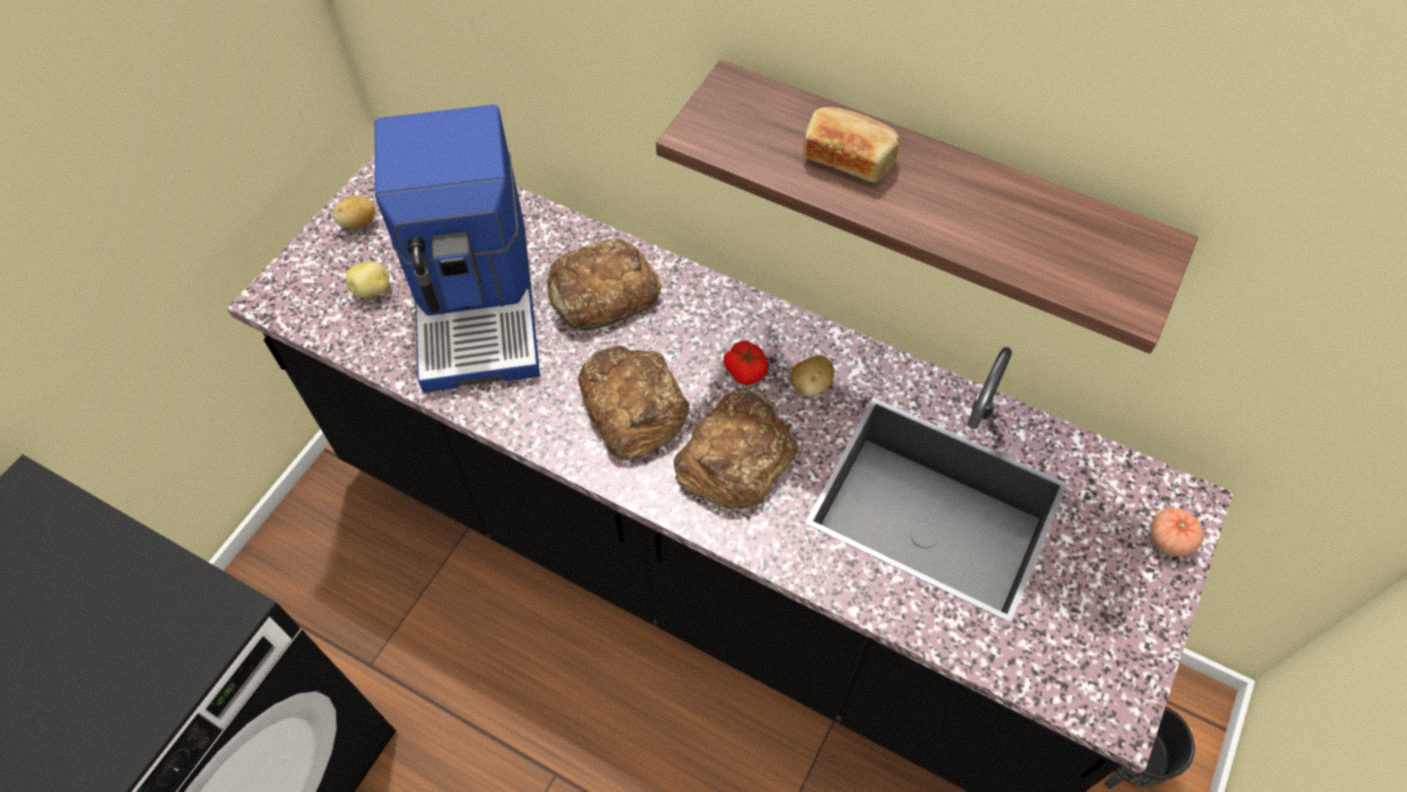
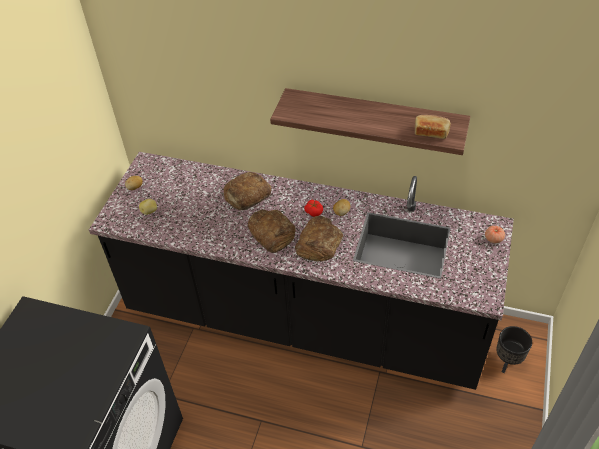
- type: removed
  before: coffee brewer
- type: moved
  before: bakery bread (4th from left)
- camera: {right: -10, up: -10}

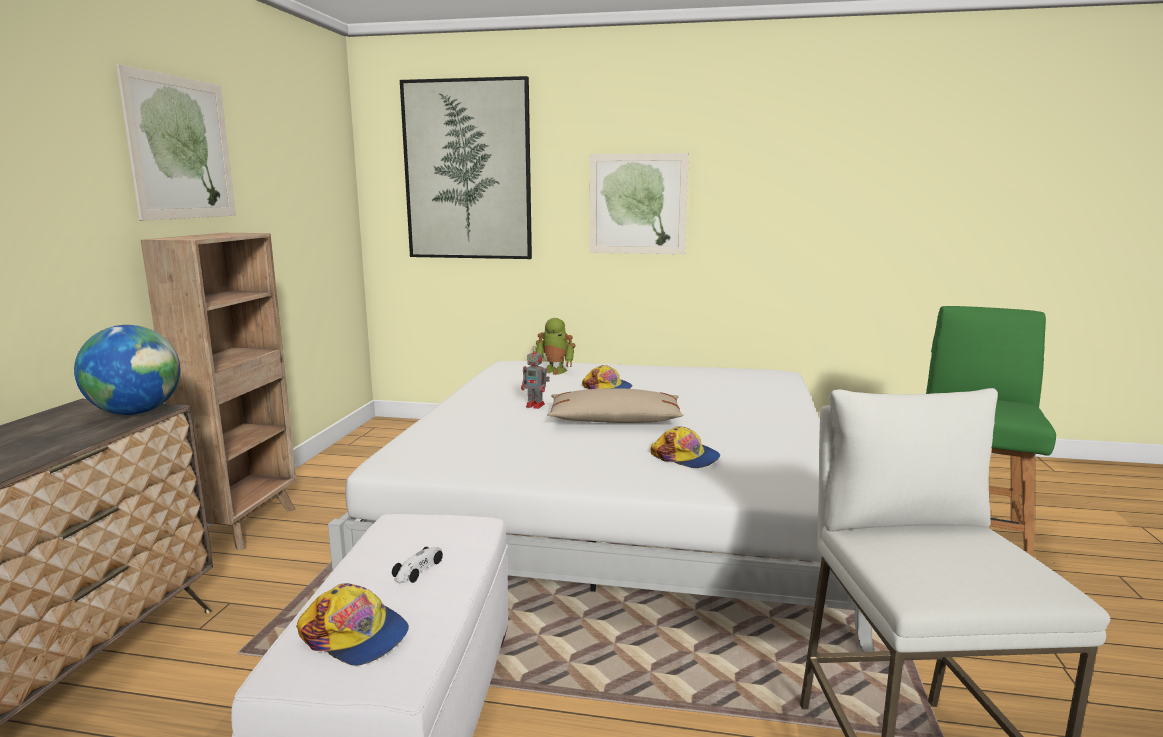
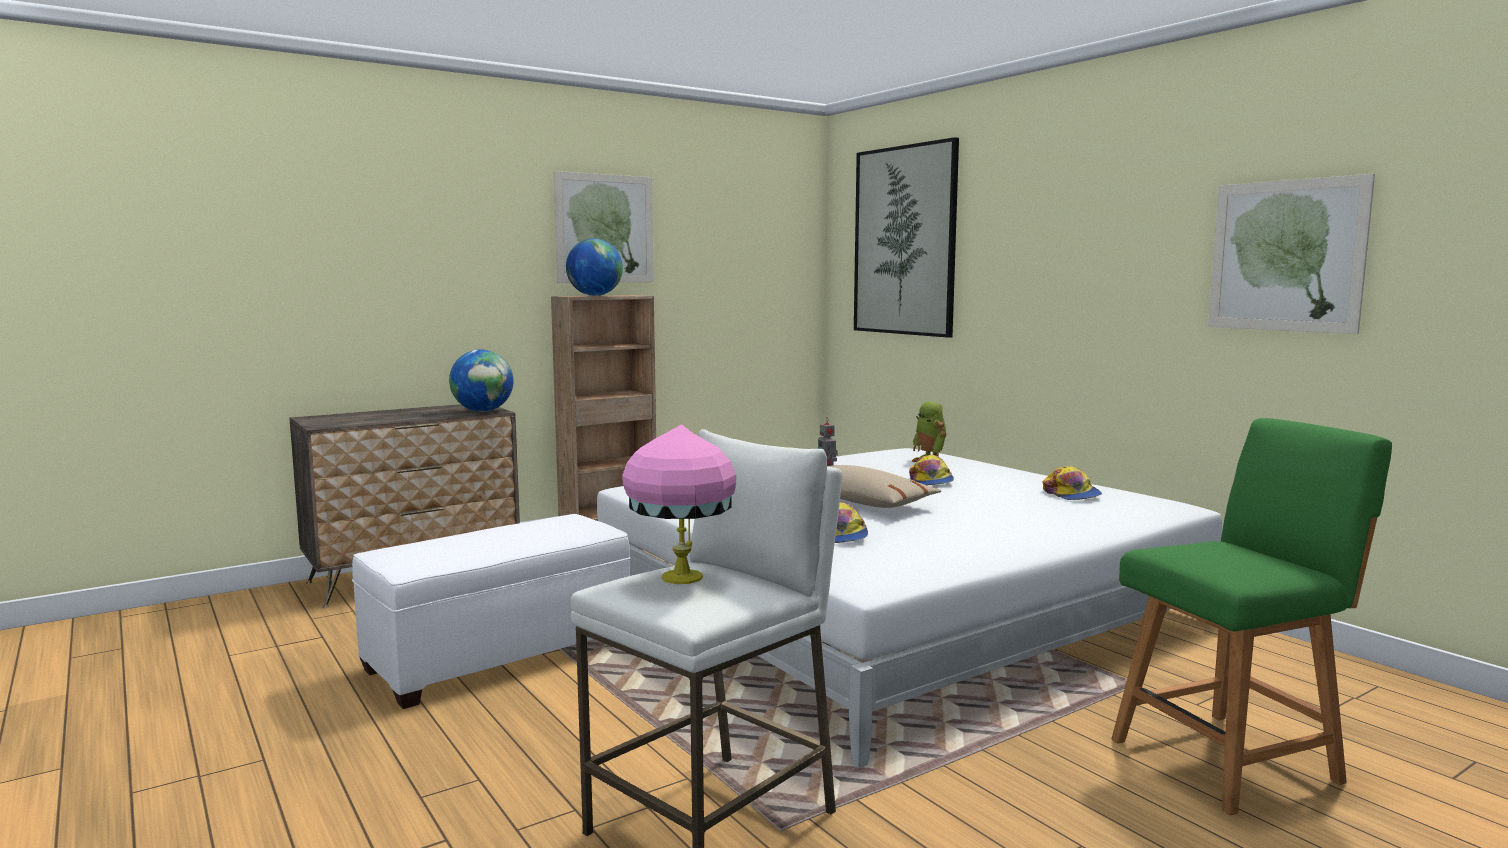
- type: moved
  before: picture (3rd from left)
- type: removed
  before: miniature car
- type: moved
  before: baseball cap (1st from left in the first image)
  after: baseball cap (3rd from left)
- type: added
  after: world globe (2nd from left)
- type: added
  after: lamp for a table in pinkish
- camera: {right: 45, up: -5}

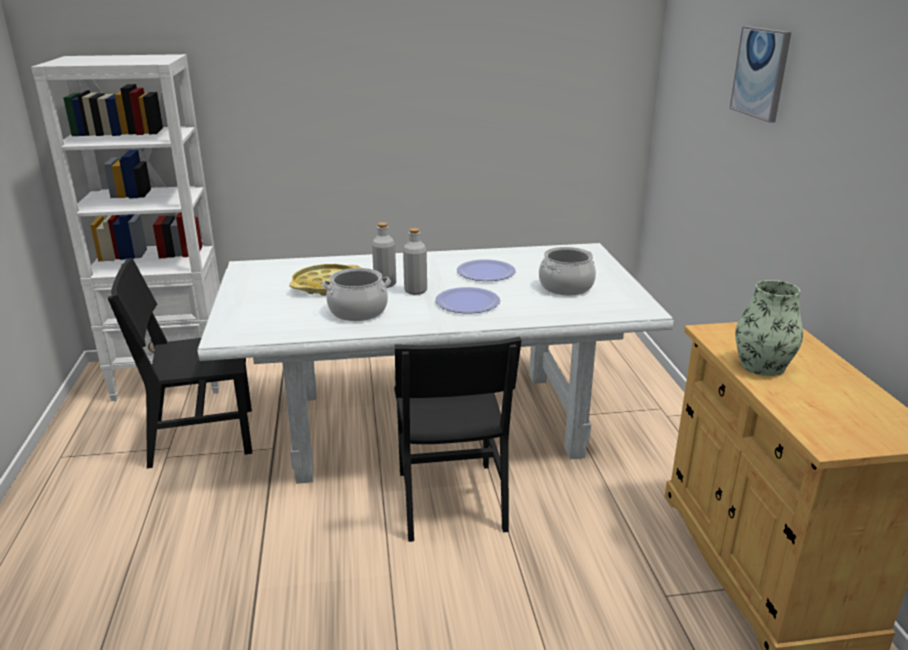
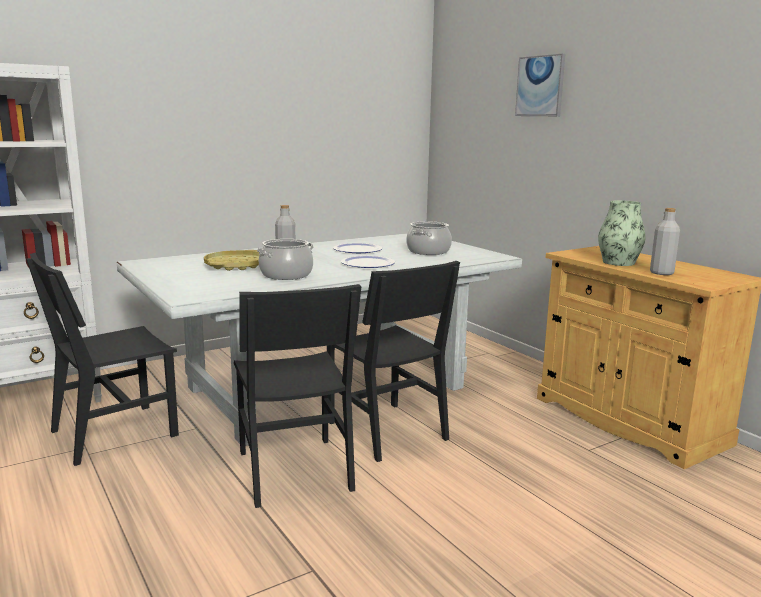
- type: moved
  before: beverage bottle in gray (2nd from left)
- type: added
  after: plain chair in black (2nd from left)
- camera: {right: -25, up: -10}

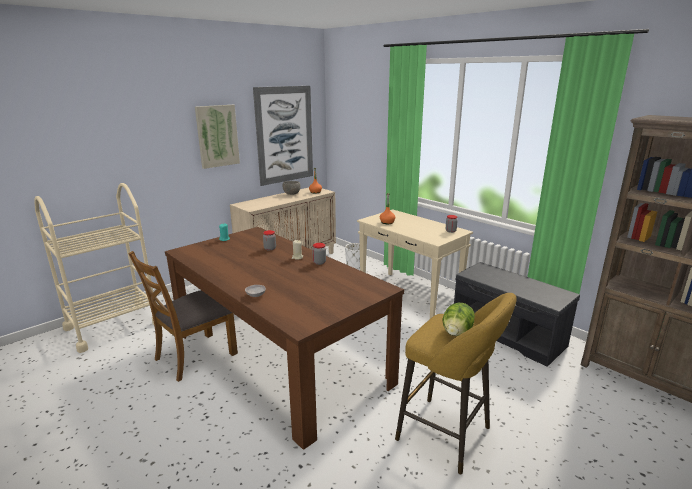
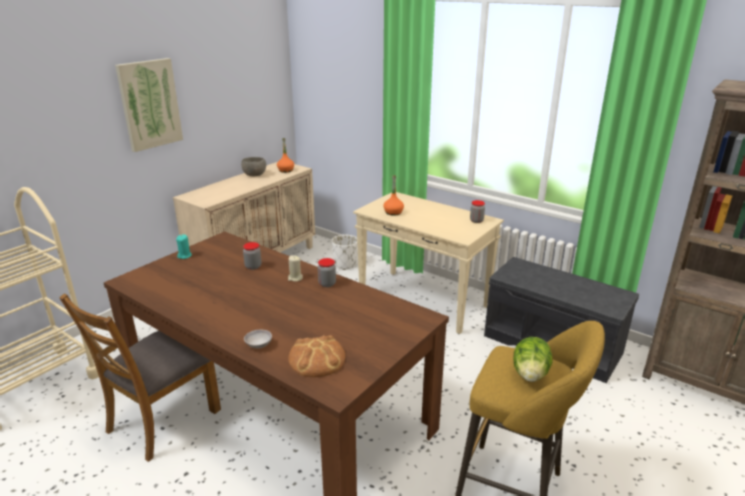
- type: removed
  before: picture (2nd from left)
- type: added
  after: bakery bread
- camera: {right: -10, up: 5}

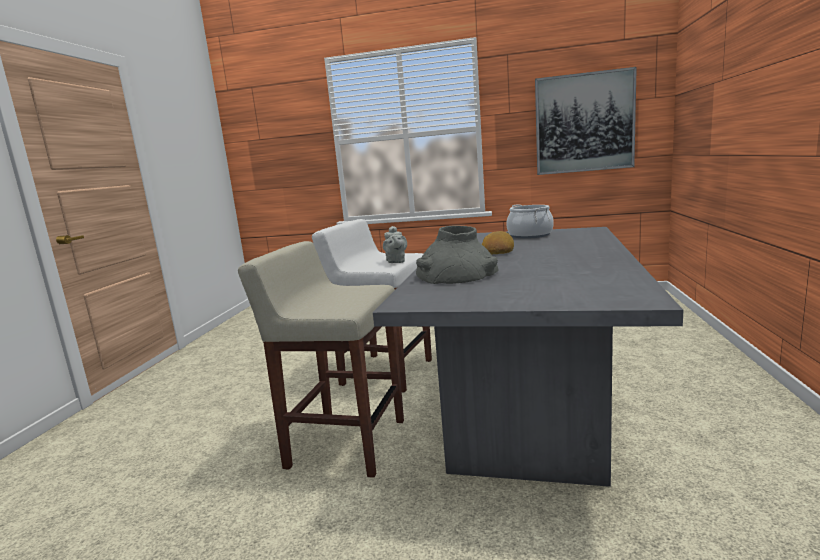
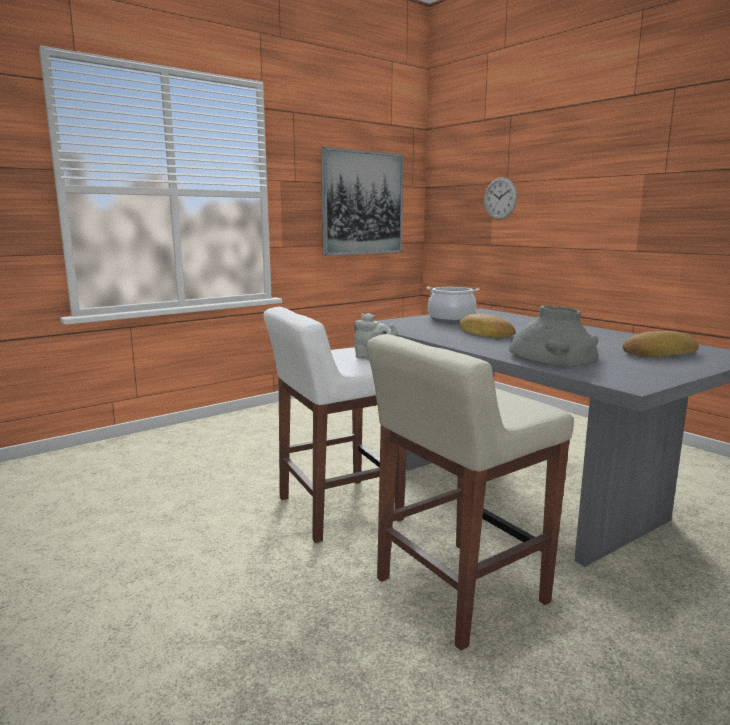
- type: added
  after: wall clock
- type: added
  after: bakery bread (2nd from left)
- camera: {right: -50, up: 0}

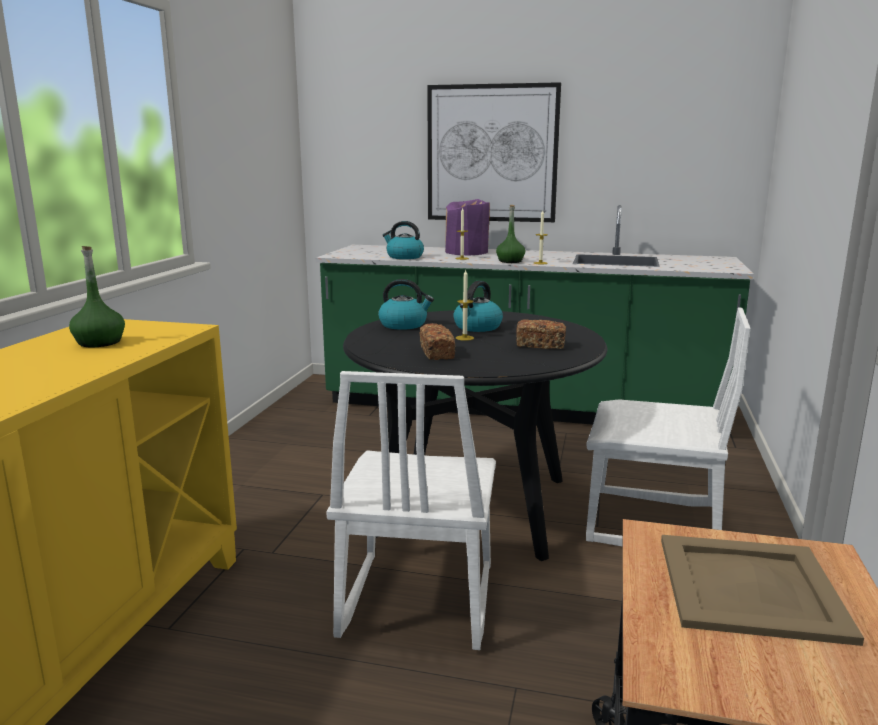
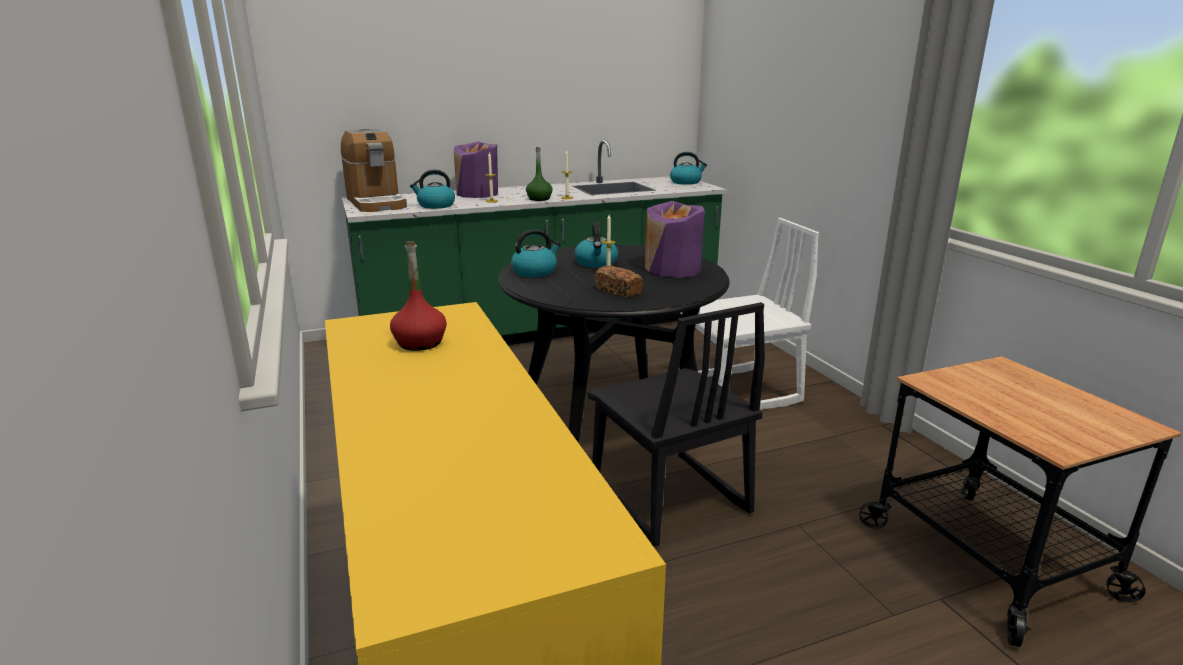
- type: removed
  before: picture
- type: recoloured
  before: beverage bottle in greenish (1st from left)
  after: beverage bottle in red
- type: replaced
  before: bakery bread (2nd from left)
  after: decorative vase in purple-coloured (2nd from left)
- type: recoloured
  before: plain chair in white (1st from left)
  after: plain chair in black
- type: removed
  before: carrying tray in beige
- type: added
  after: coffee brewer
- type: added
  after: tea kettle (4th from left)
- camera: {right: -35, up: 5}

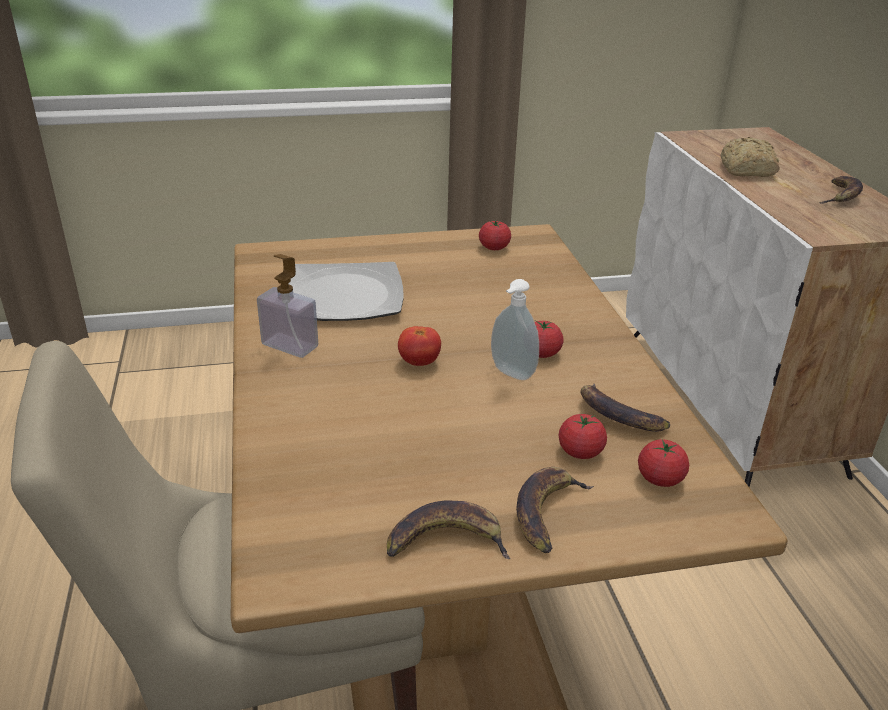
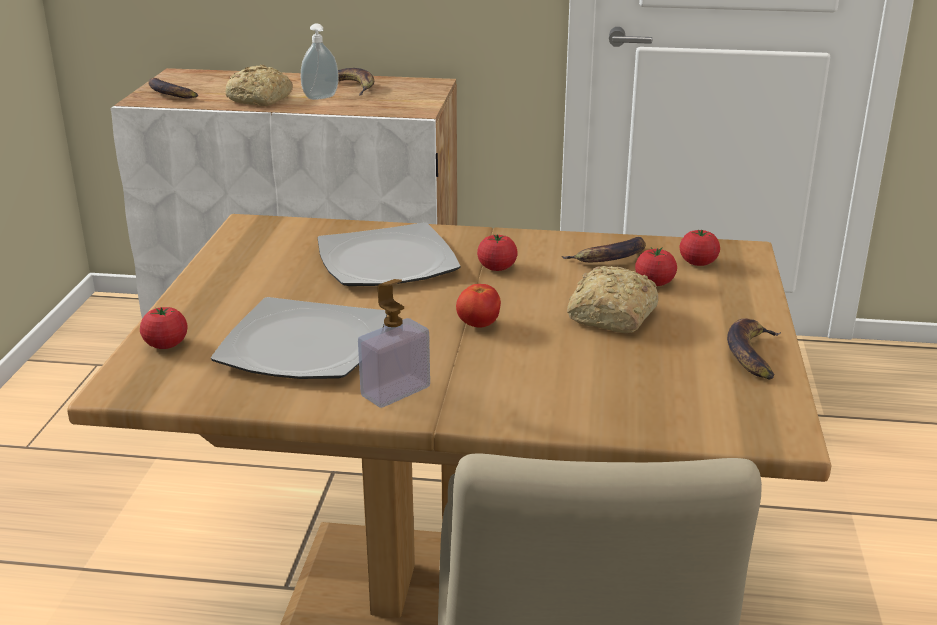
- type: moved
  before: fresh tomato (2nd from left in the first image)
  after: fresh tomato (1st from left)
- type: moved
  before: liquid soap bottle (2nd from left in the first image)
  after: liquid soap bottle (1st from left)
- type: moved
  before: banana (2nd from left in the first image)
  after: banana (1st from left)
- type: added
  after: flat dish (2nd from left)
- type: added
  after: bakery bread (2nd from left)
- camera: {right: -70, up: -5}

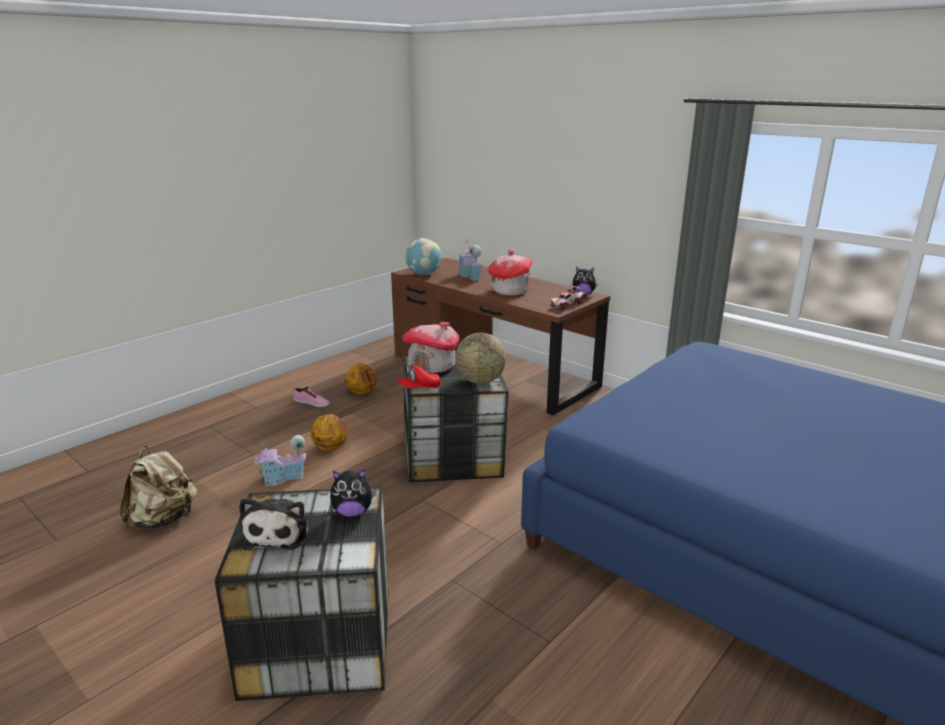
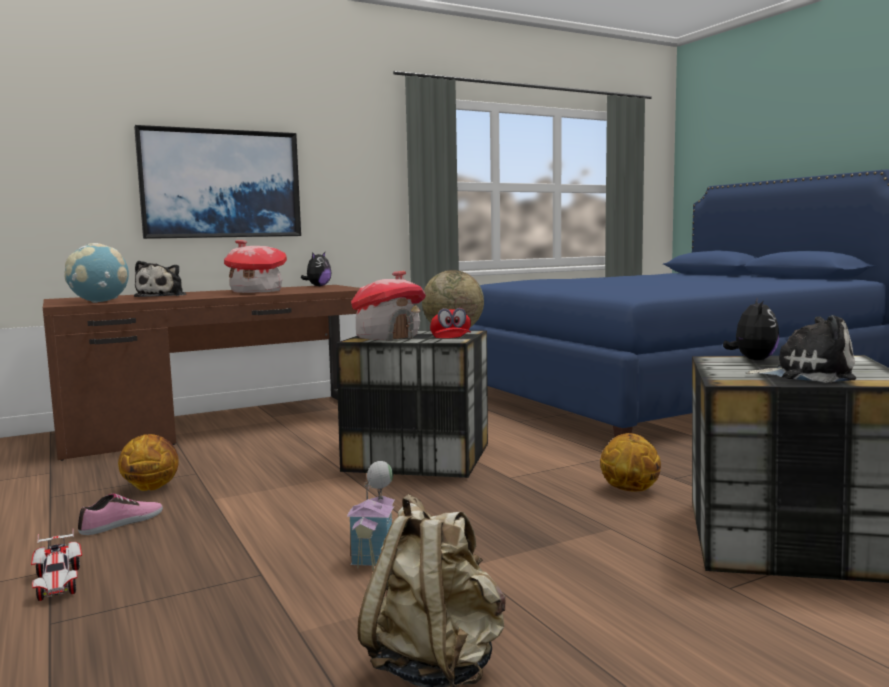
- type: replaced
  before: miniature house (3rd from left)
  after: soft toy (1st from left)
- type: moved
  before: miniature car
- type: moved
  before: basketball ball (1st from left in the first image)
  after: basketball ball (2nd from left)
- type: added
  after: picture
- camera: {right: -70, up: -15}

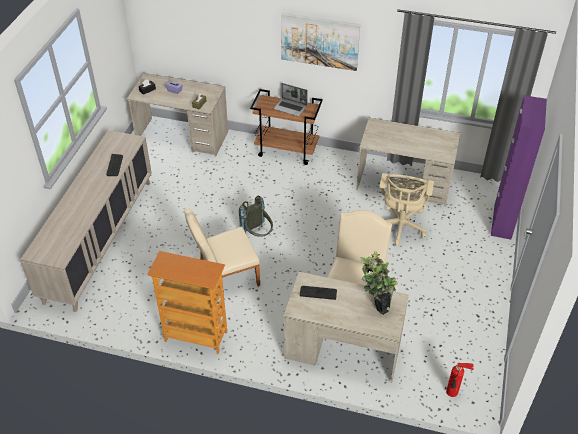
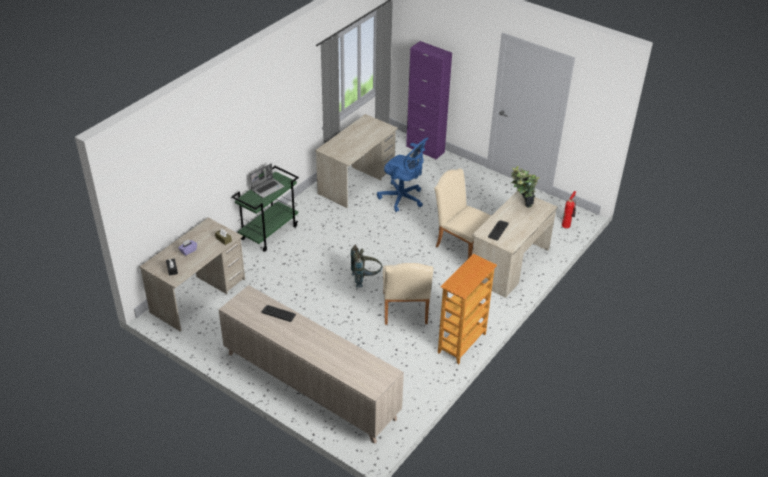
- type: removed
  before: picture
- type: recoloured
  before: wheeled cart in brownish
  after: wheeled cart in greenish
- type: recoloured
  before: desk chair in beige
  after: desk chair in blue-coloured
- camera: {right: -70, up: -5}

